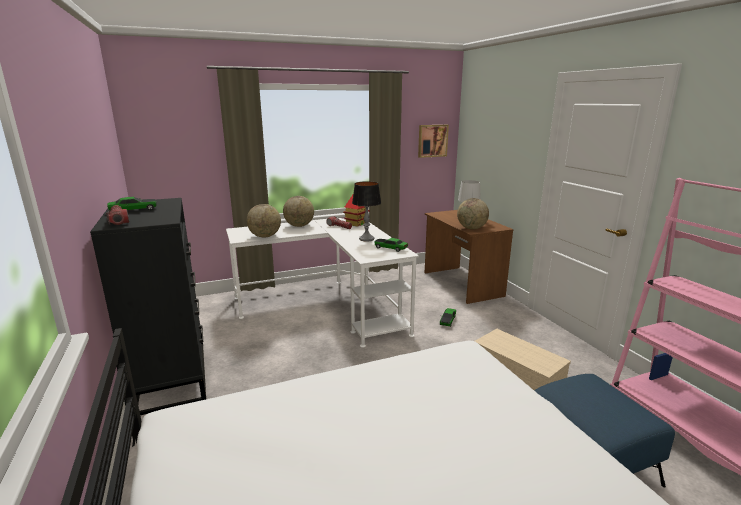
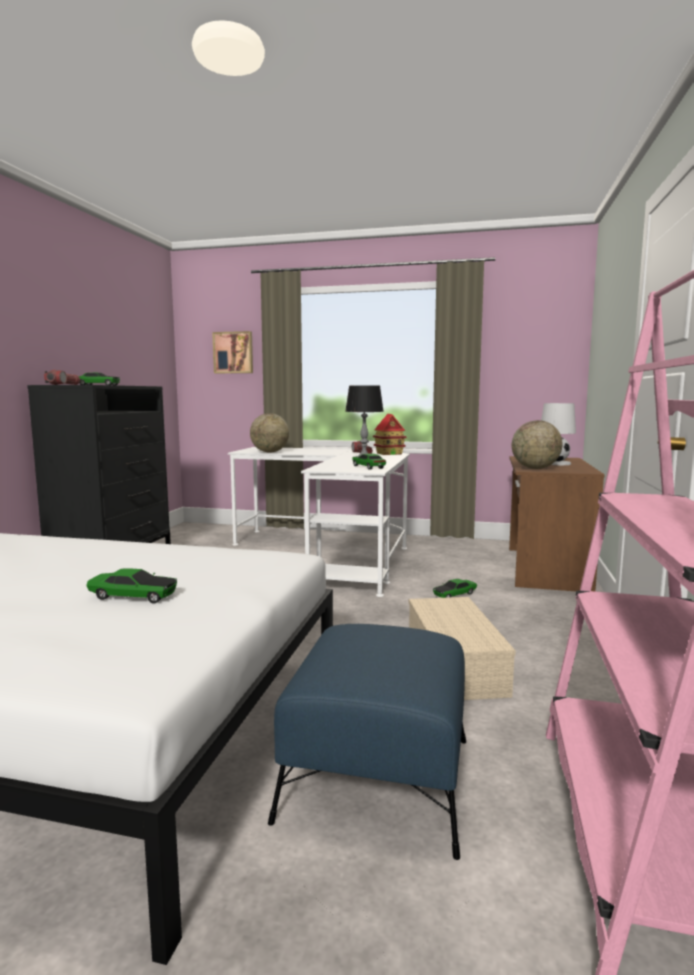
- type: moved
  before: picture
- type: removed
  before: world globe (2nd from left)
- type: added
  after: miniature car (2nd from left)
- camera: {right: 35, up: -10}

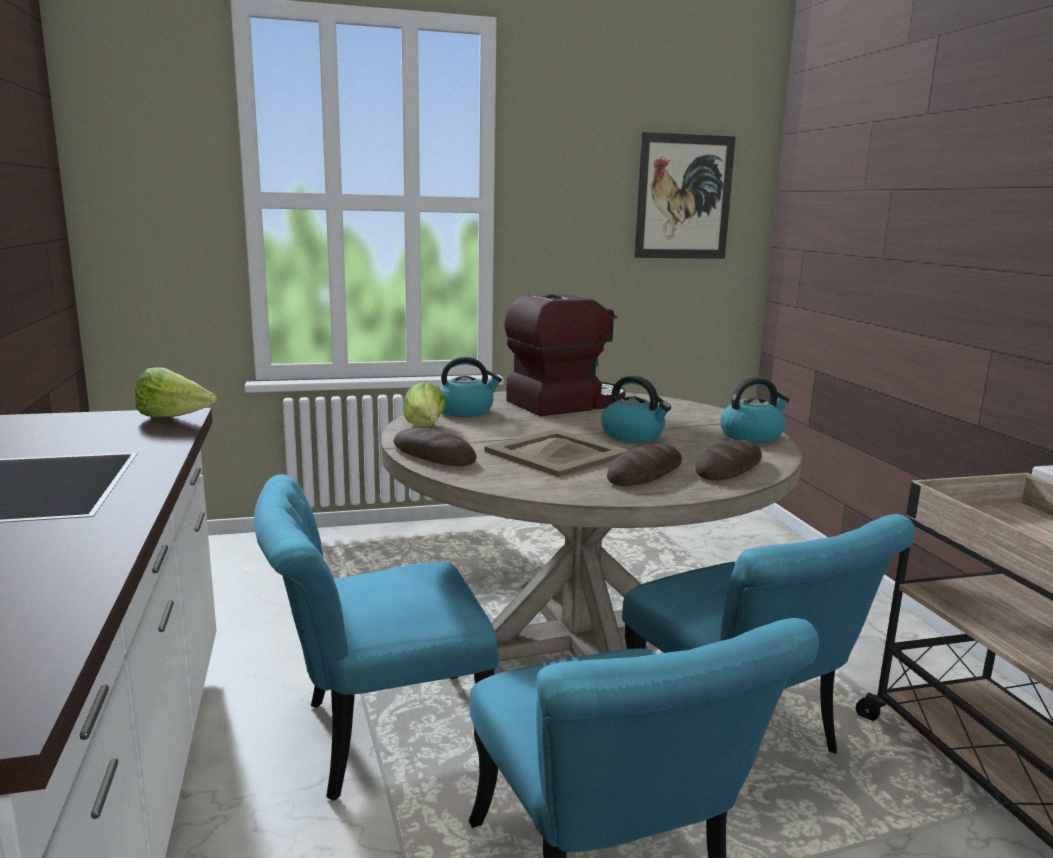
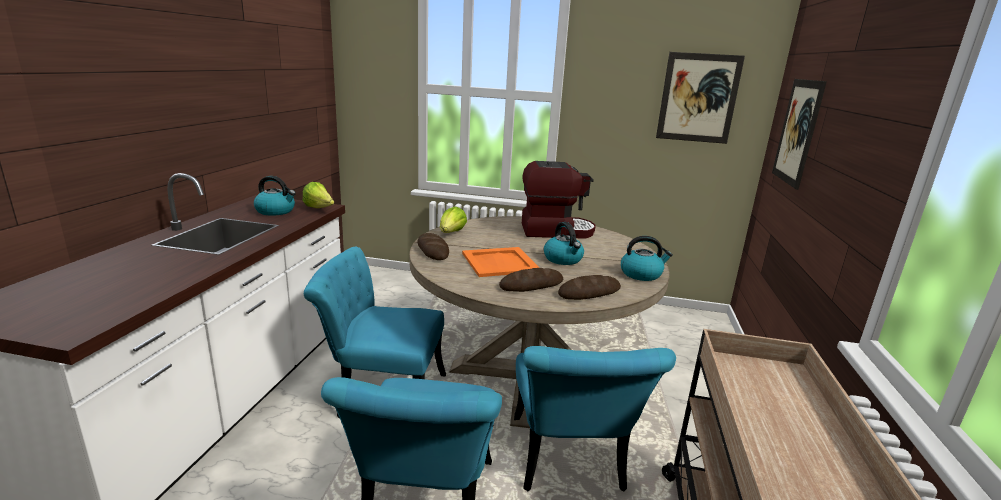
- type: moved
  before: tea kettle (1st from left)
- type: recoloured
  before: carrying tray in beige
  after: carrying tray in orangey
- type: added
  after: picture (2nd from left)
- camera: {right: 25, up: 5}

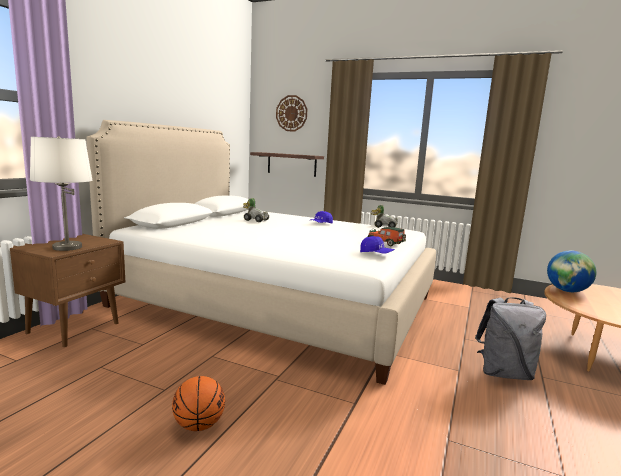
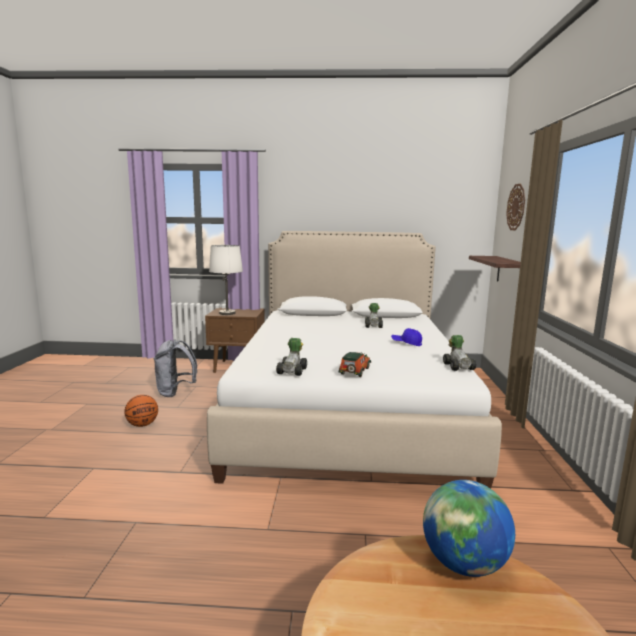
- type: replaced
  before: baseball cap in blue-coloured (2nd from left)
  after: miniature car (1st from left)
- type: moved
  before: knapsack in gray
- camera: {right: 70, up: 0}

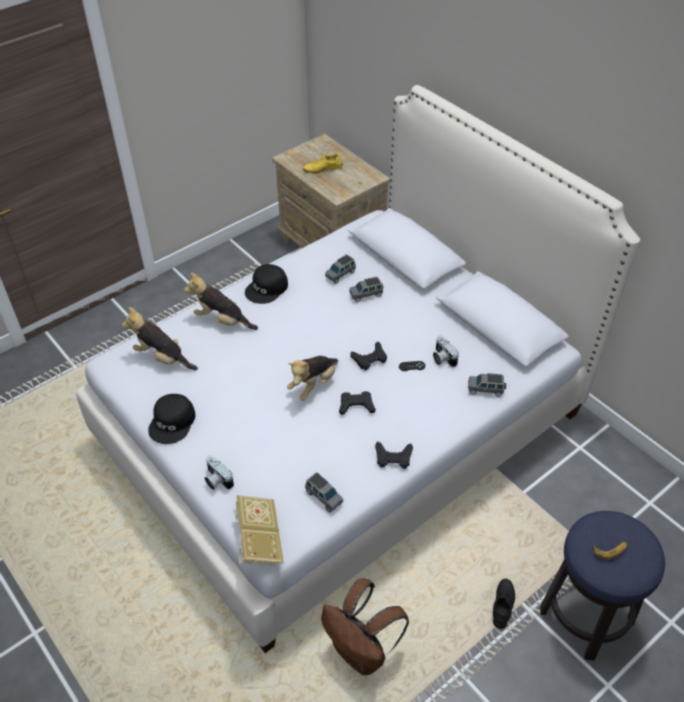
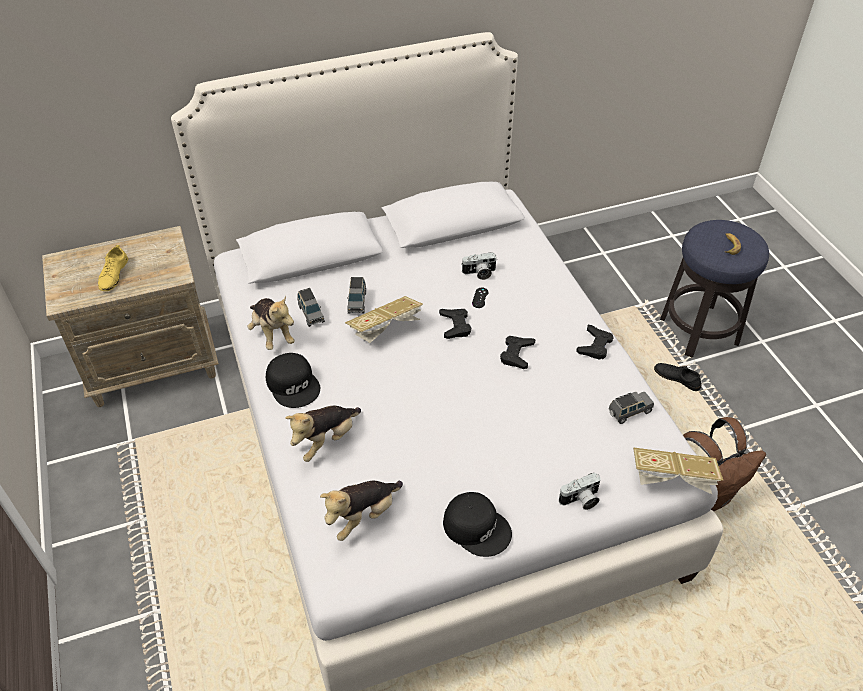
- type: moved
  before: soft toy (3rd from left in the first image)
  after: soft toy (1st from left)
- type: removed
  before: miniature car in gray (4th from left)
- type: added
  after: volume (1st from left)
- camera: {right: -70, up: 0}

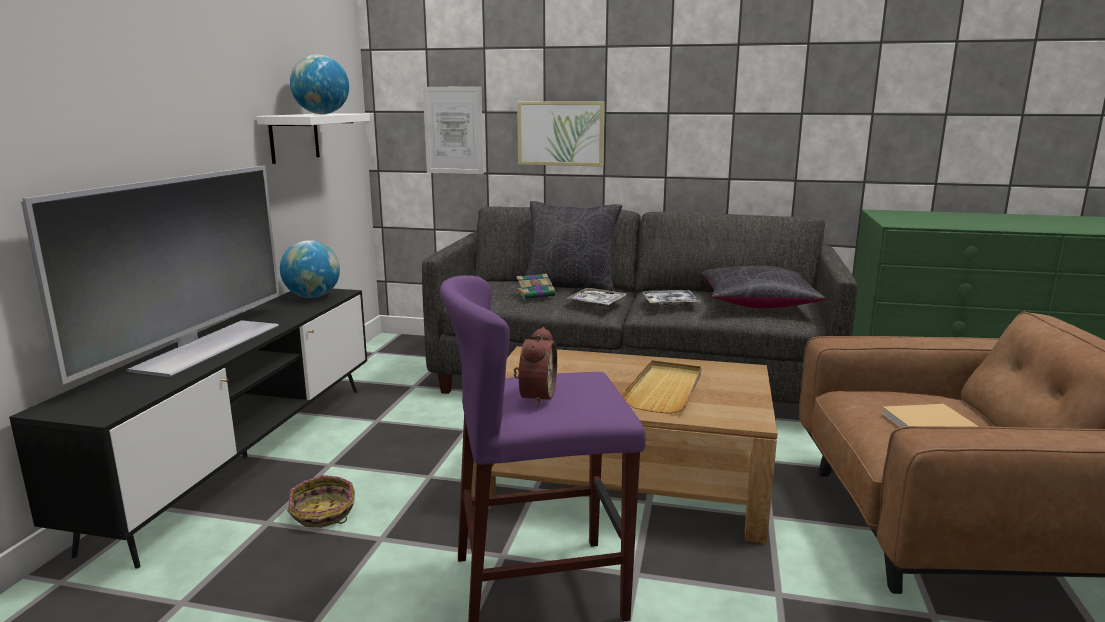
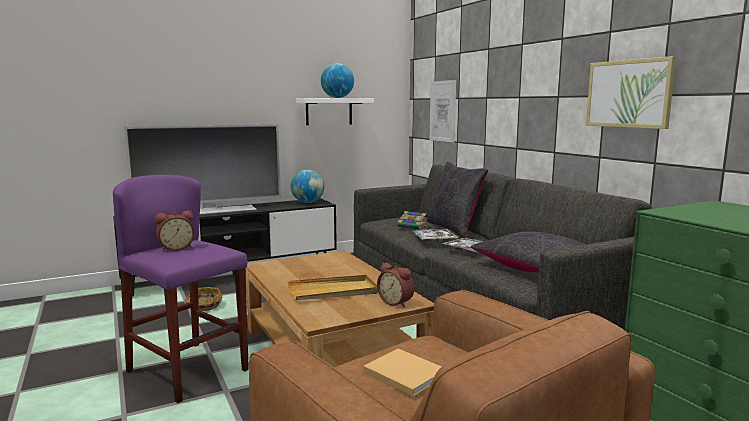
- type: moved
  before: picture (2nd from left)
- type: added
  after: bedside clock (2nd from left)
- camera: {right: 50, up: -5}

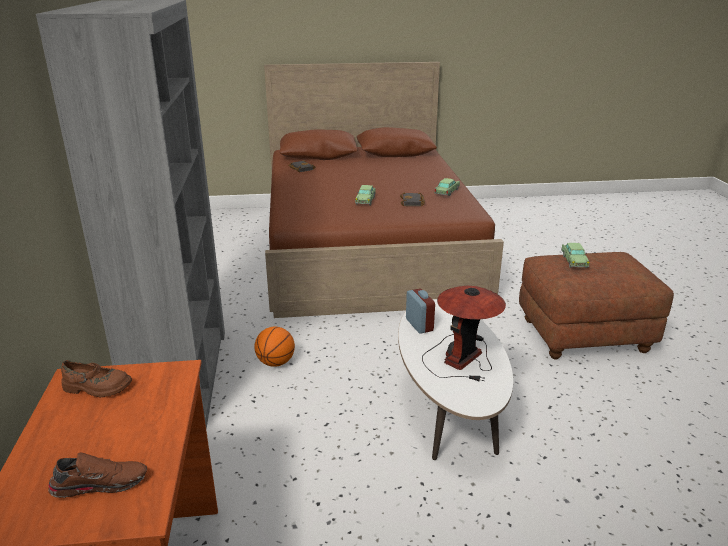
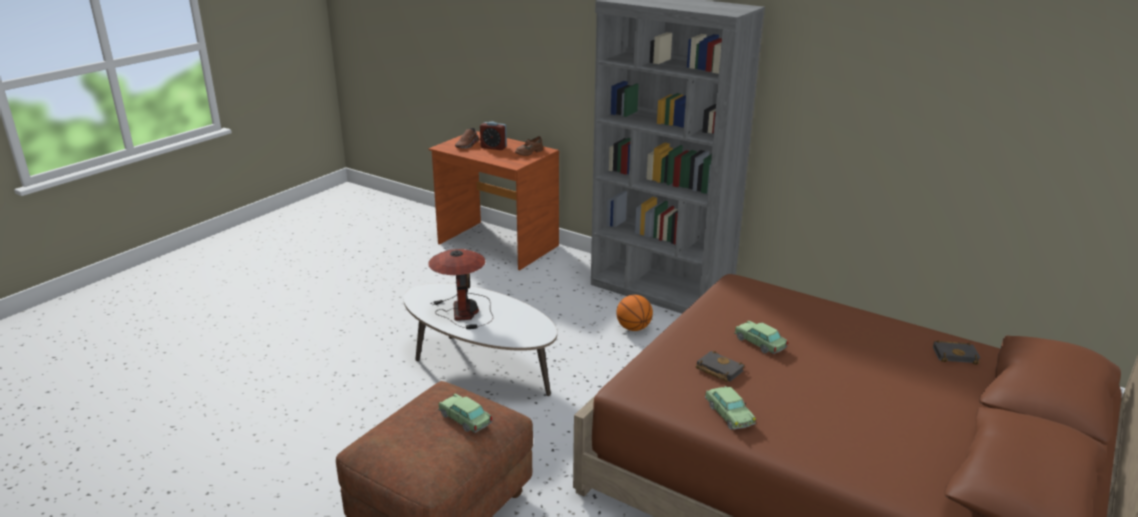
- type: moved
  before: bedside clock
- camera: {right: 130, up: 0}

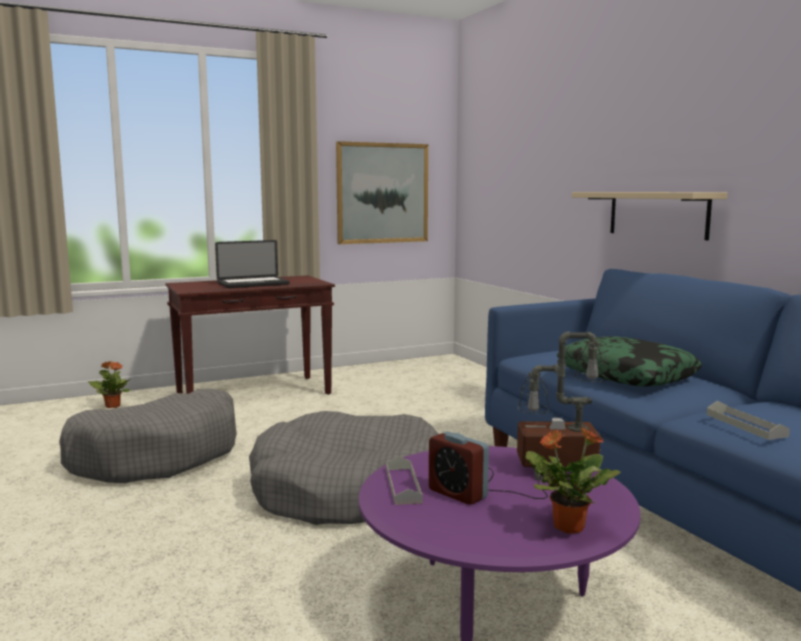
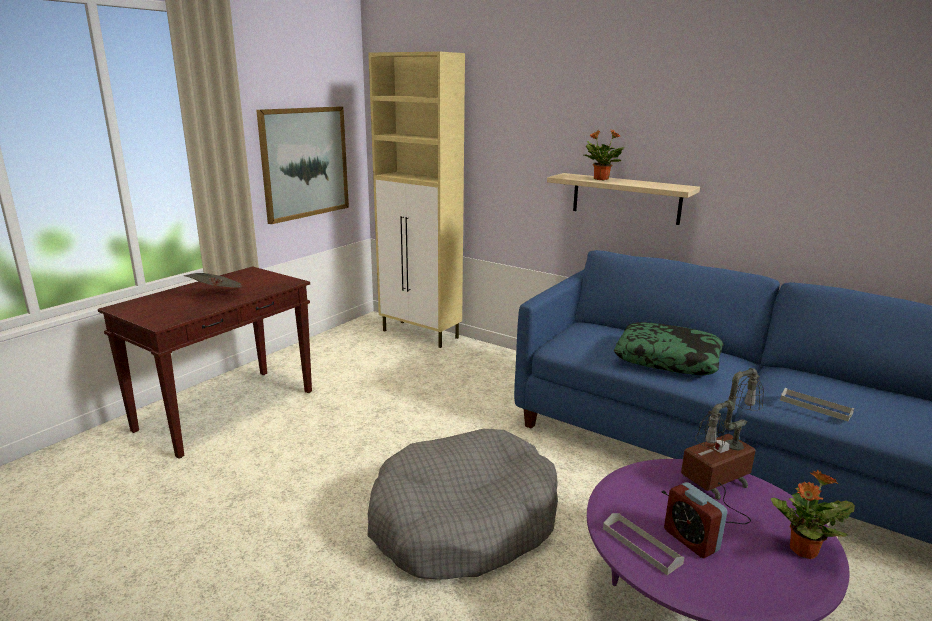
- type: replaced
  before: notebook computer
  after: printed paper
- type: moved
  before: potted plant (1st from left)
- type: removed
  before: dog cushion in gray (1st from left)
- type: turned
  before: bedside clock
  turn: 45
- type: added
  after: storage cabinet in beige
- camera: {right: -30, up: 10}

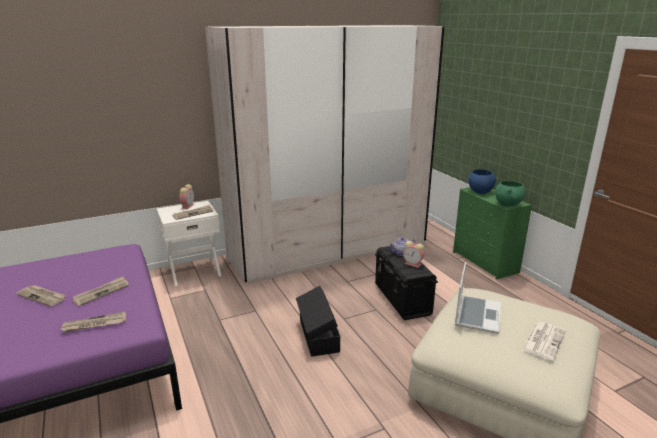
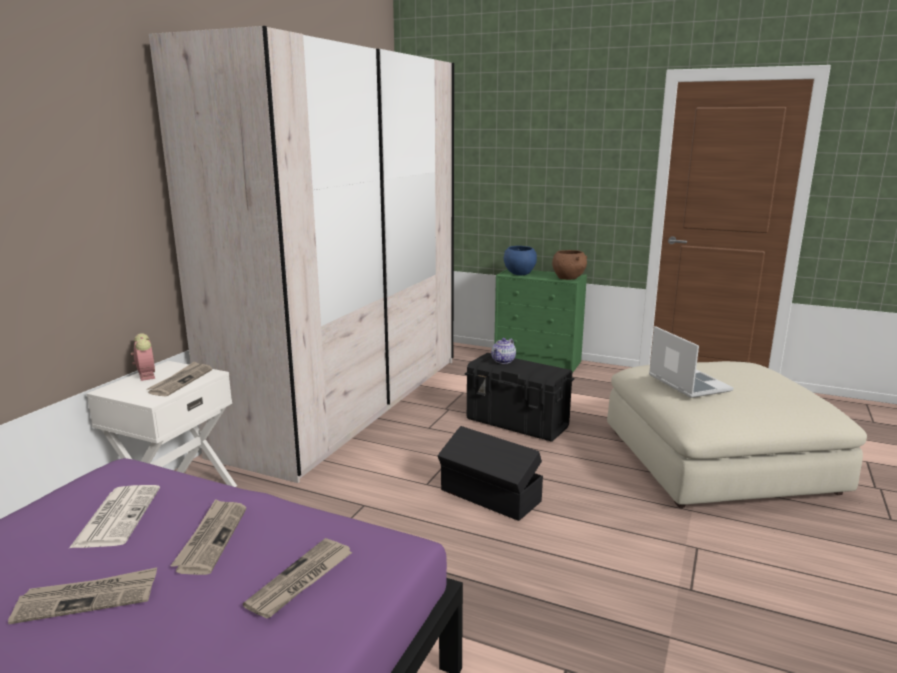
- type: recoloured
  before: serving bowl in greenish
  after: serving bowl in brownish
- type: removed
  before: bedside clock (2nd from left)
- type: moved
  before: printed paper (5th from left in the first image)
  after: printed paper (2nd from left)
- camera: {right: -40, up: -5}

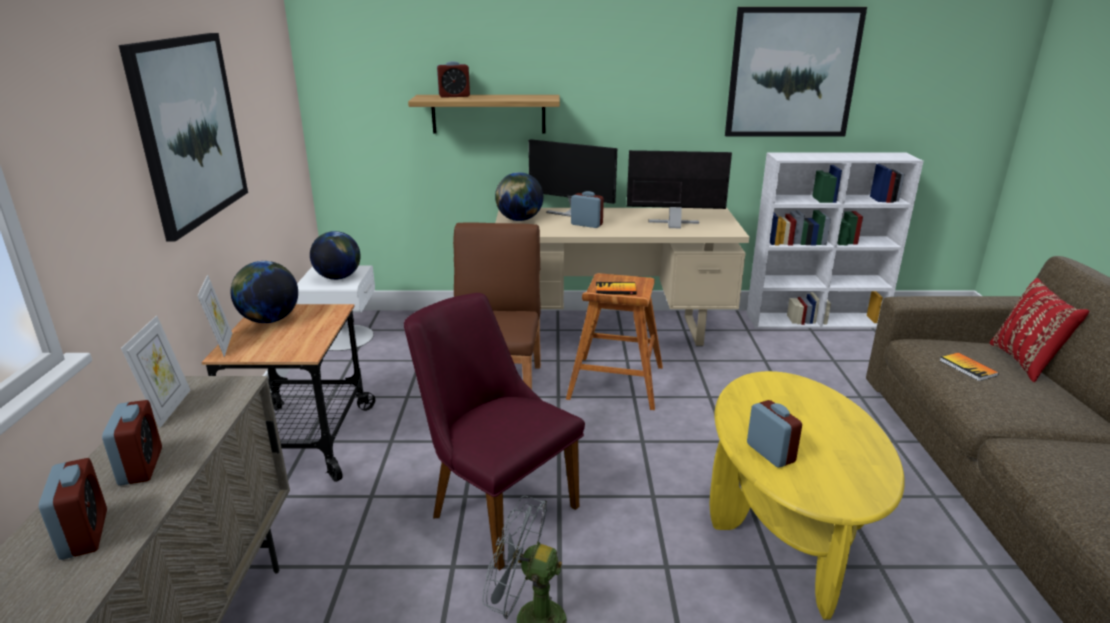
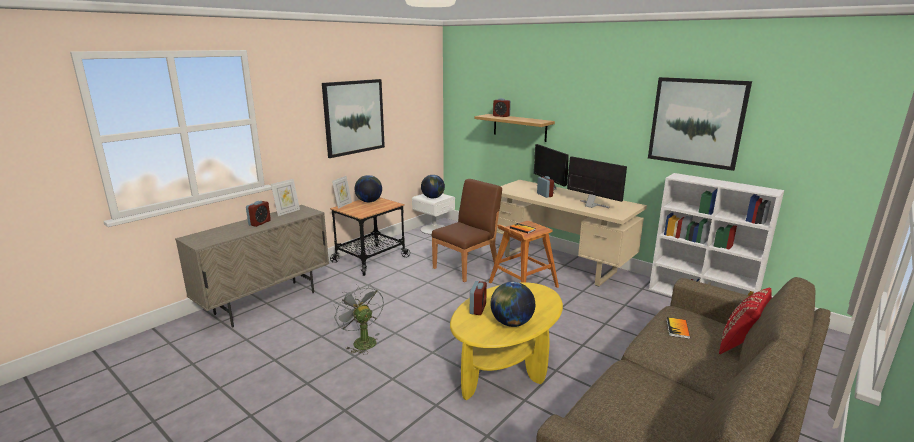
- type: moved
  before: world globe (3rd from left)
- type: removed
  before: plain chair in purple-coloured
- type: removed
  before: bedside clock (1st from left)
- camera: {right: 40, up: -5}

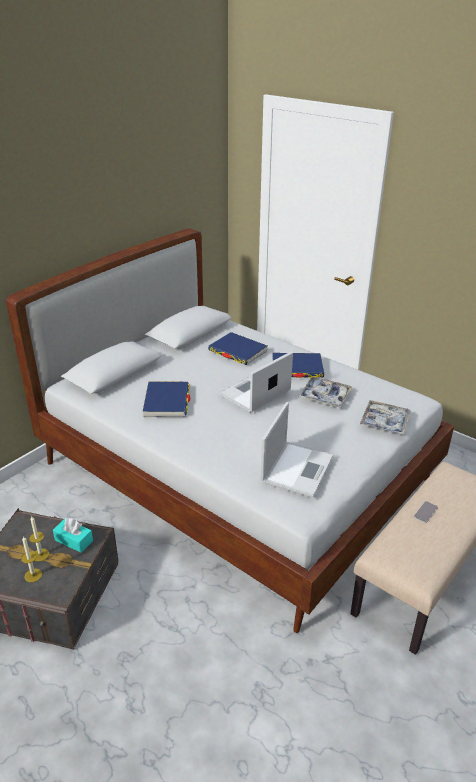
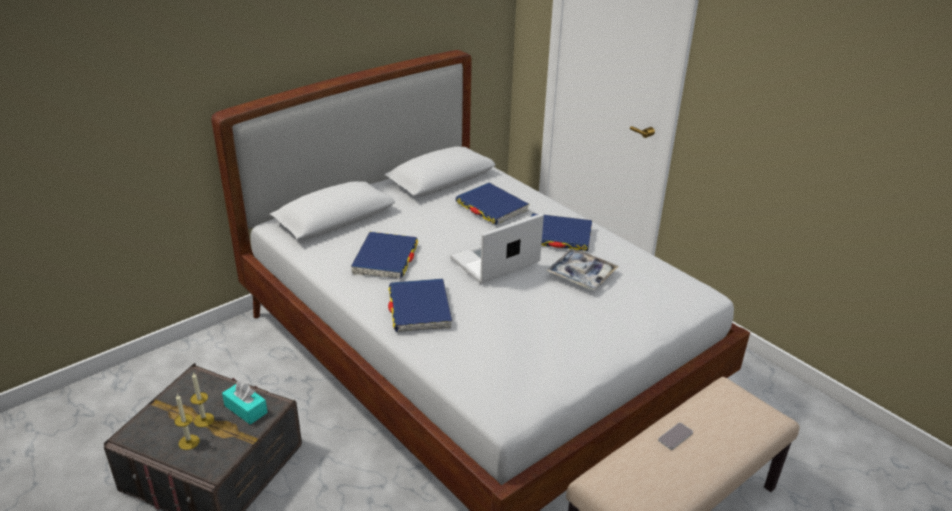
- type: removed
  before: carrying tray (2nd from left)
- type: removed
  before: notebook computer (2nd from left)
- type: added
  after: volume in blue-coloured (2nd from left)
- camera: {right: 10, up: 0}

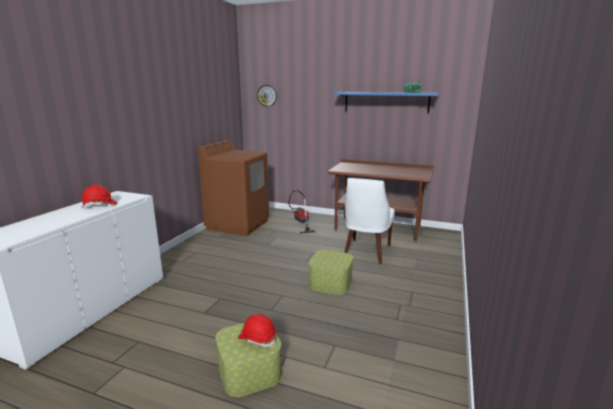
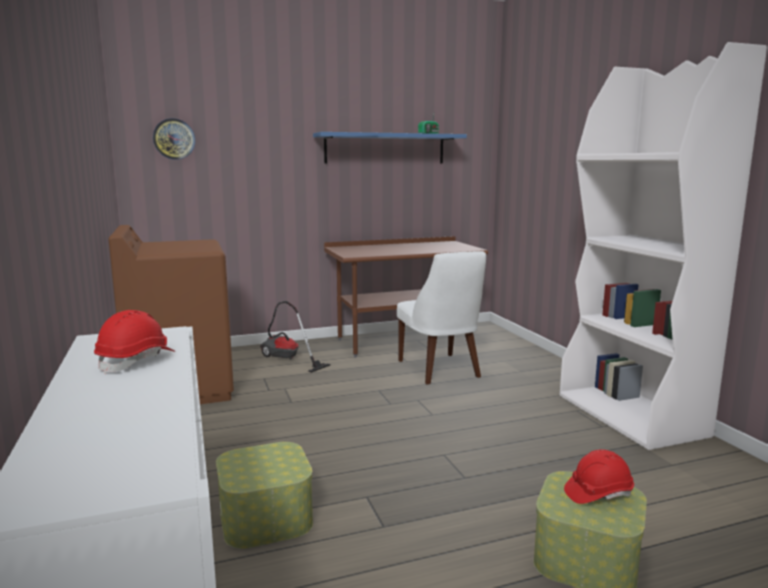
- type: moved
  before: storage container (2nd from left in the first image)
  after: storage container (1st from left)
- type: added
  after: bookcase in white
- camera: {right: -40, up: -5}

